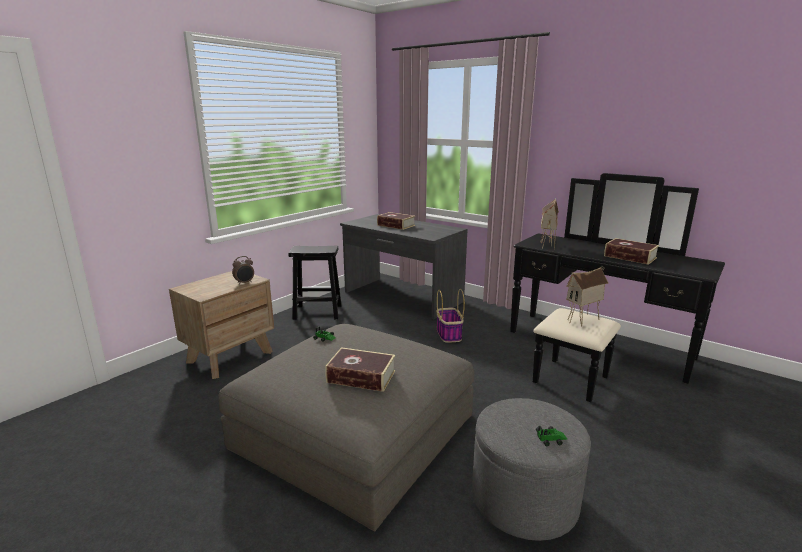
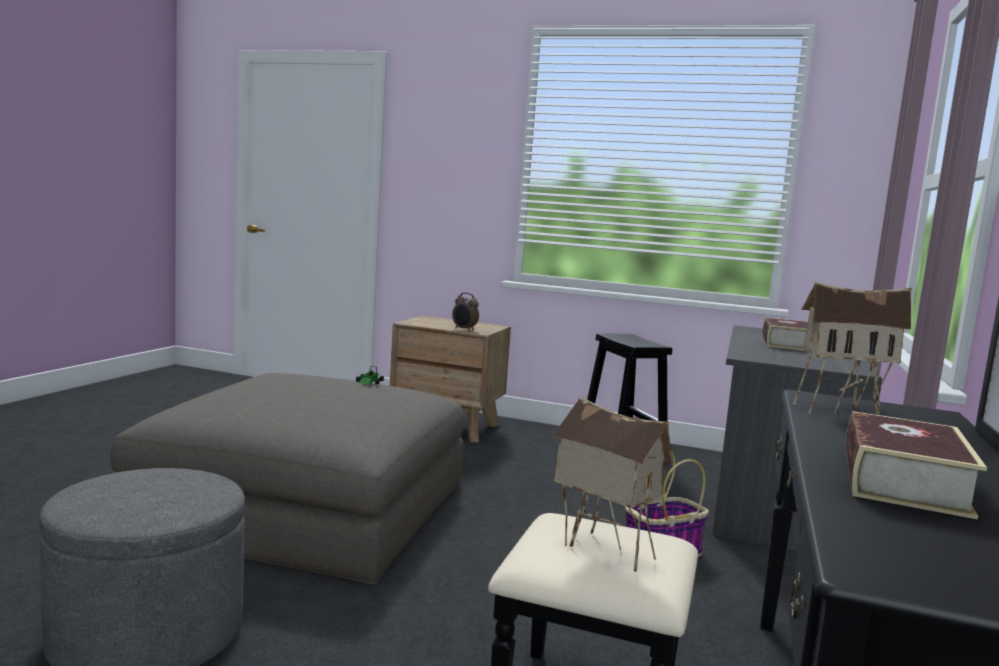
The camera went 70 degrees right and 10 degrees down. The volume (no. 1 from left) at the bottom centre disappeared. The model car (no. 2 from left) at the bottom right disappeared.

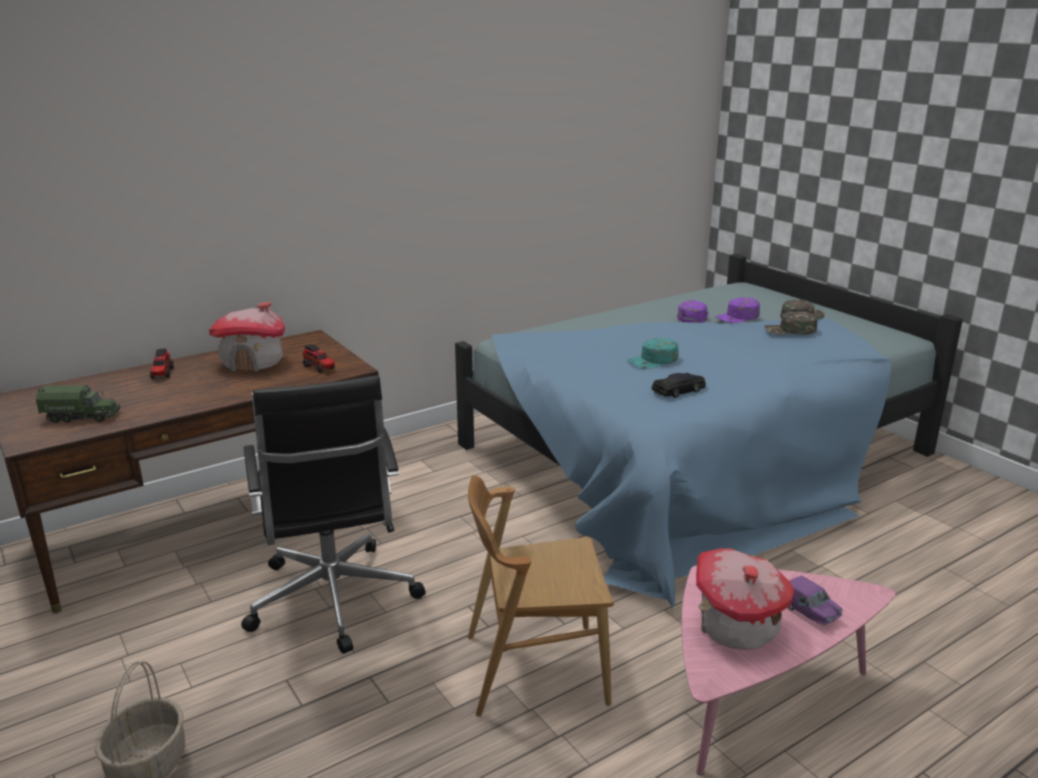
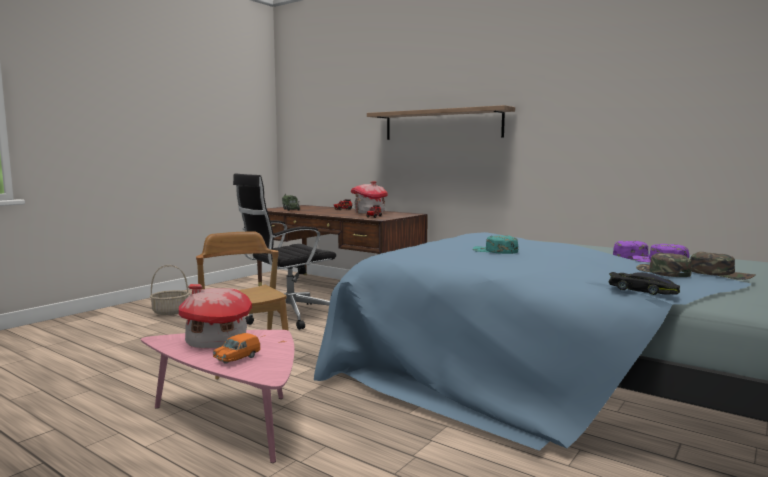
The camera went 70 degrees right and 15 degrees down. The model car (purplish) at the bottom right became the model car (orange-coloured) at the bottom left. The shelf at the top centre appeared. The model car (black-coloured) moved from the centre to the middle right.

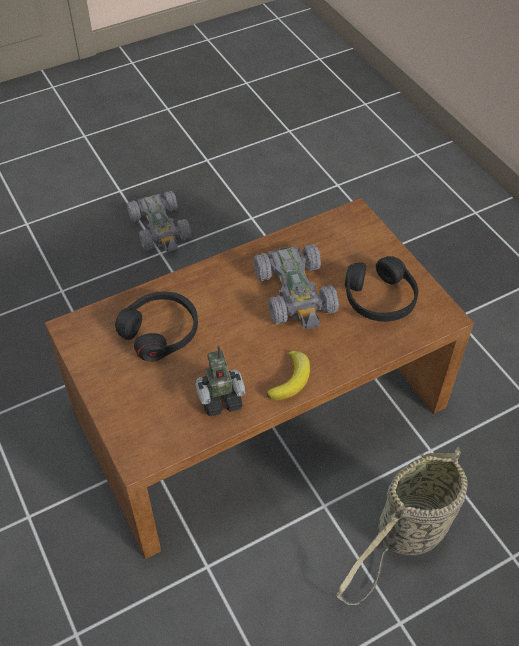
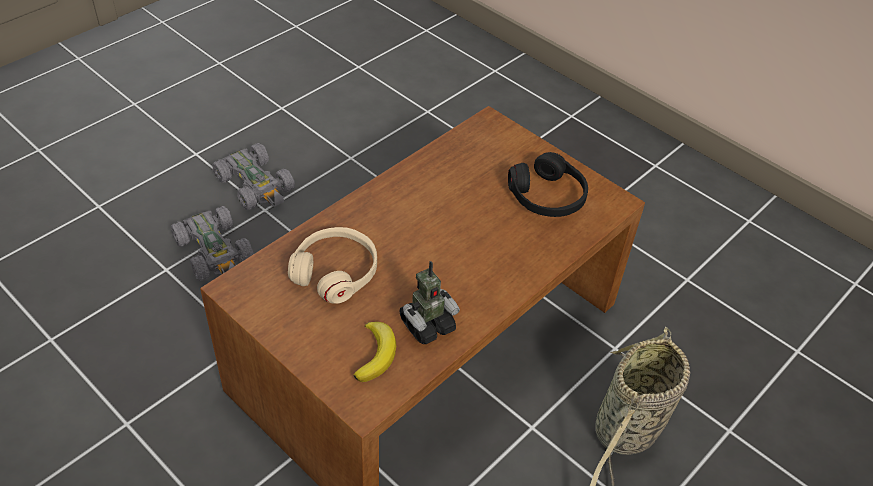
The camera went 20 degrees left and 5 degrees down. The model car (gray) (no. 2 from left in the first image) moved from the centre to the middle left. The pair of headphones (black-coloured) (no. 1 from left) at the middle left became the pair of headphones (sand-coloured) at the centre. The banana fruit moved from the centre to the bottom centre.

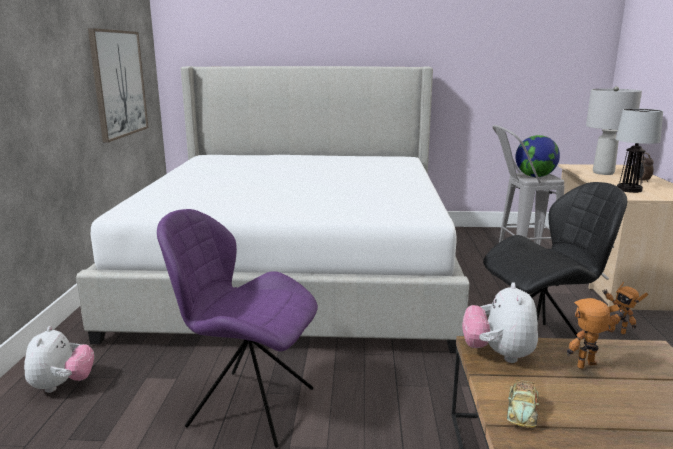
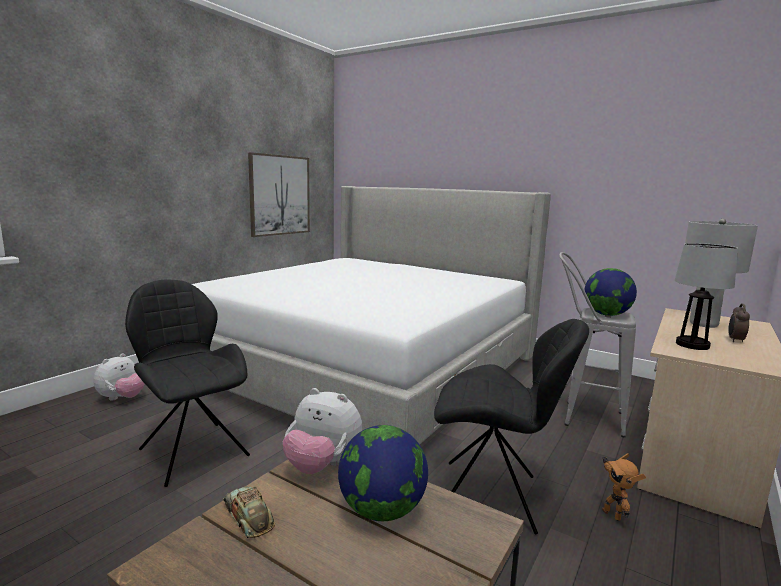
The camera went 30 degrees right and 5 degrees down. The plain chair (purplish) at the bottom centre became the plain chair (black-coloured) (no. 1 from left) at the middle left. The model car at the bottom right turned 90 degrees clockwise. The soft toy (no. 2 from left) at the bottom right turned 105 degrees counterclockwise. The model robot (no. 1 from left) at the bottom right was replaced by the globe (no. 1 from left) at the bottom centre.

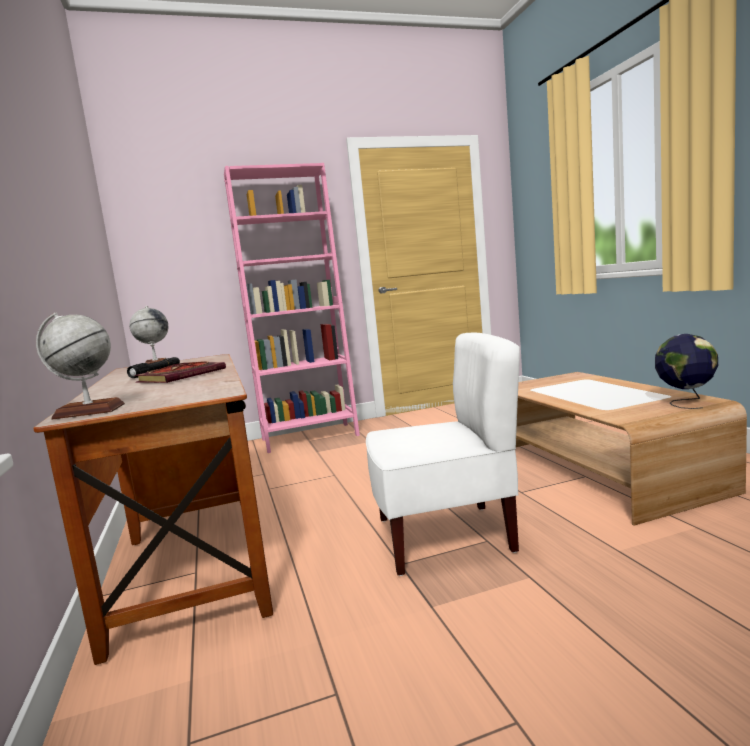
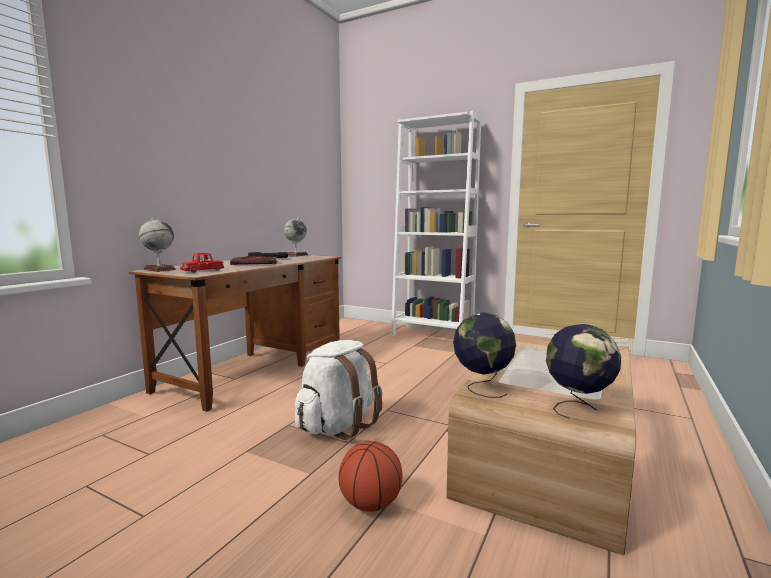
The camera went 45 degrees right and 0 degrees up. The model car (red) at the middle left appeared. The plain chair (whitish) at the centre was replaced by the knapsack (whitish) at the bottom centre. The basketball ball at the bottom centre appeared. The shelving unit (pink-coloured) at the centre became the shelving unit (whitish) at the centre. The globe (no. 3 from left) at the centre appeared.

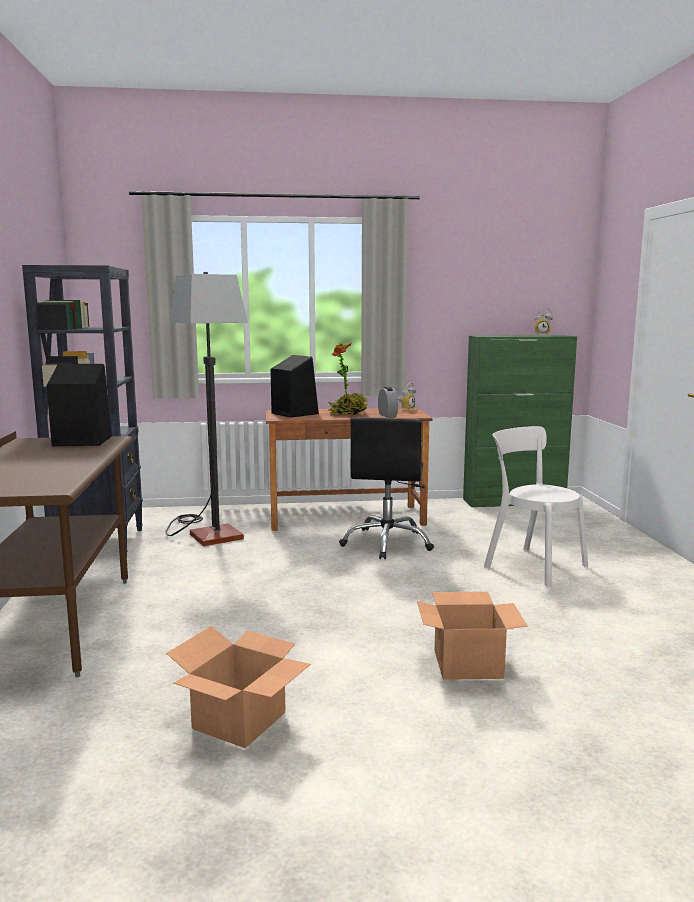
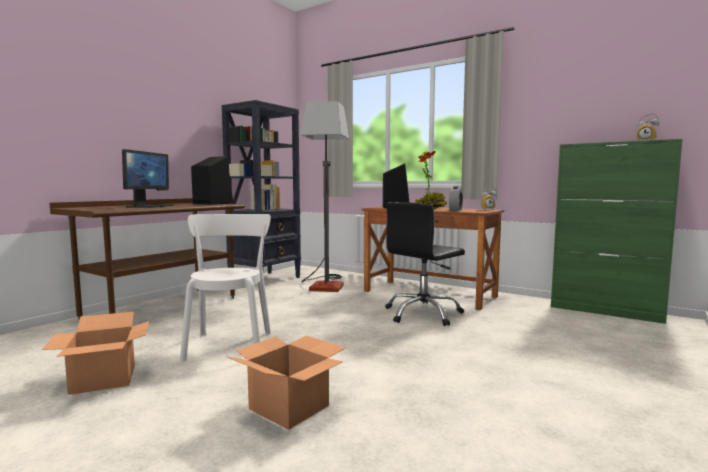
The camera went 40 degrees right and 5 degrees down. The monitor at the middle left appeared. The plain chair (whitish) moved from the middle right to the middle left.

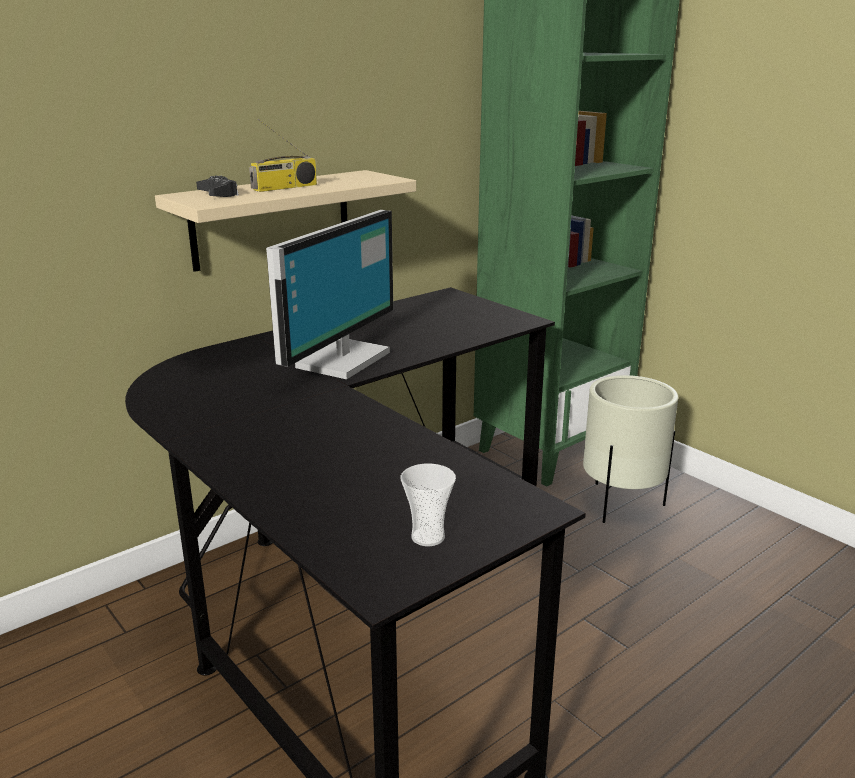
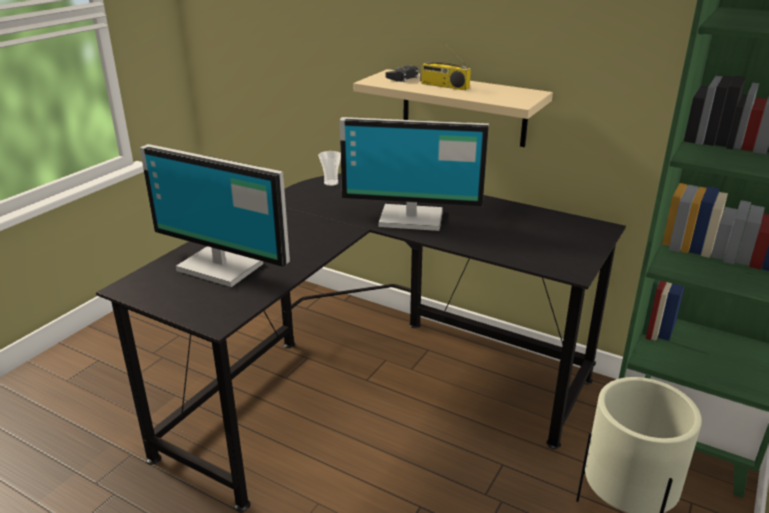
The camera went 70 degrees right and 5 degrees up. The monitor (no. 1 from left) at the middle left appeared. The drinking cup moved from the centre to the top centre.

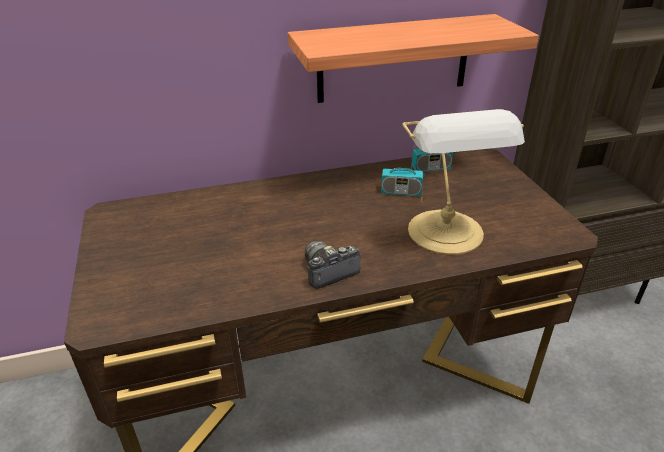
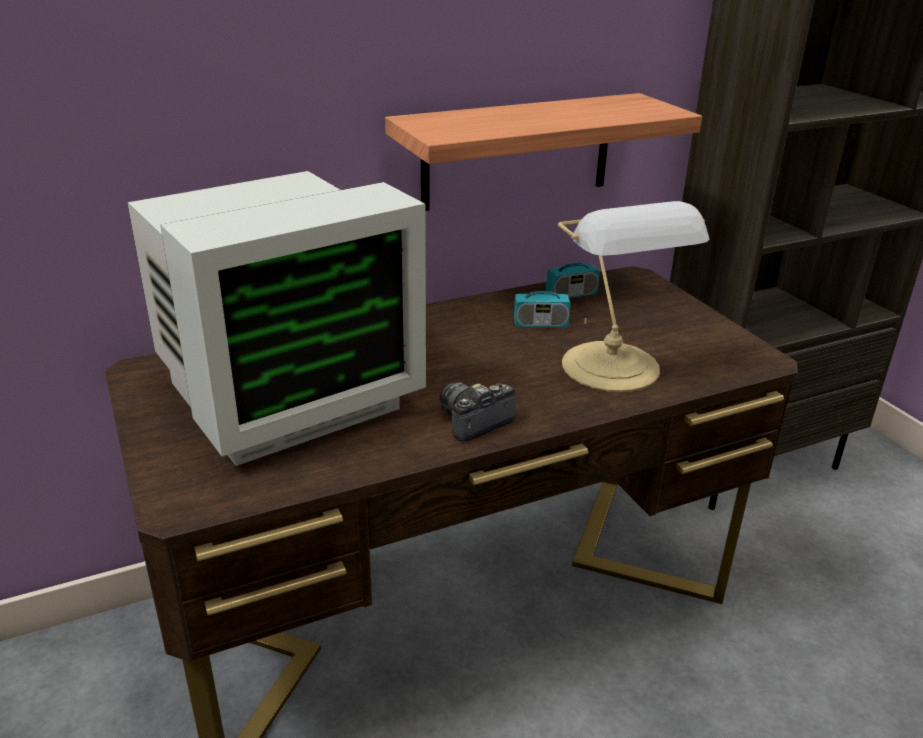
The camera went 10 degrees left and 5 degrees down. The monitor at the middle left appeared.

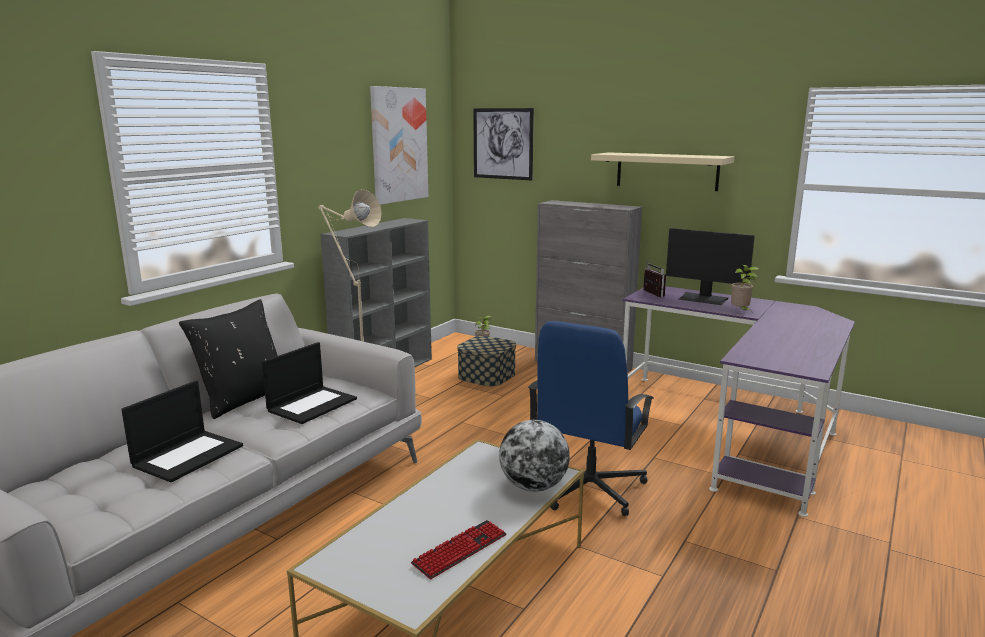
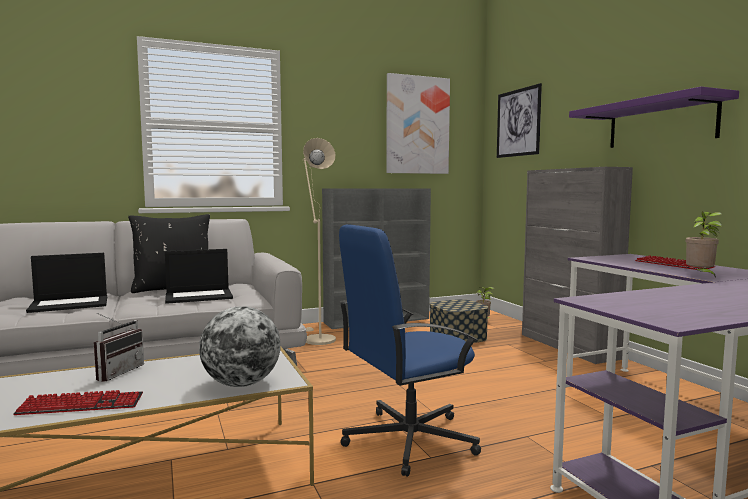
The camera went 35 degrees right and 10 degrees down. The radio moved from the centre to the bottom left. The shelf (sand-coloured) at the top right became the shelf (purplish) at the top right. The monitor at the middle right was replaced by the computer keyboard (no. 2 from left) at the middle right.

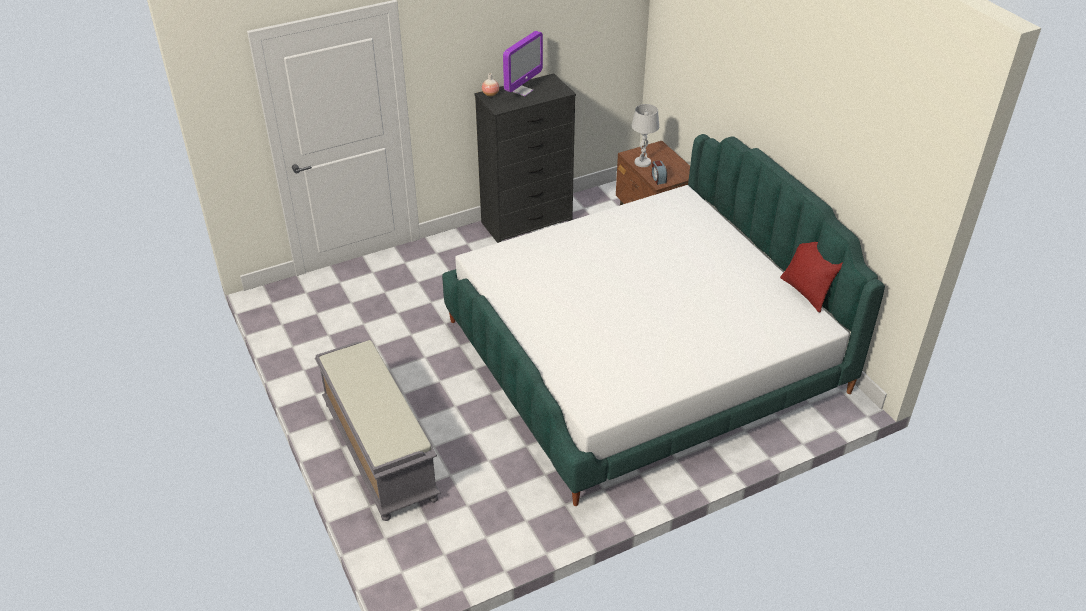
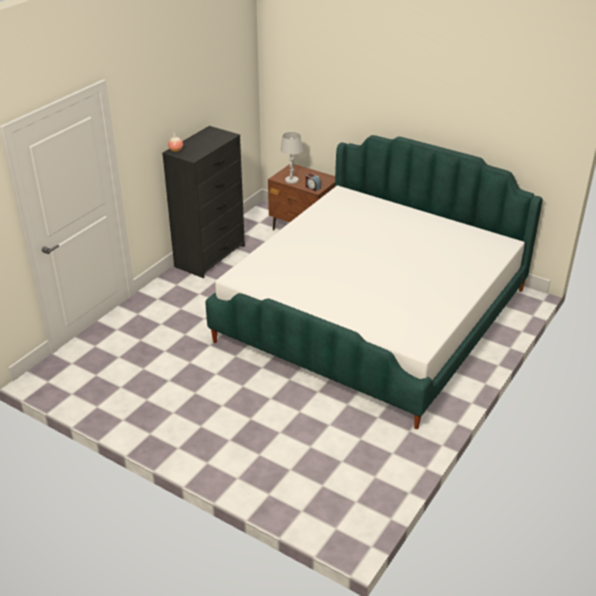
The camera went 30 degrees left and 5 degrees down. The bench (gray) at the bottom centre disappeared. The monitor at the top centre disappeared. The pillow (red) at the middle right disappeared.

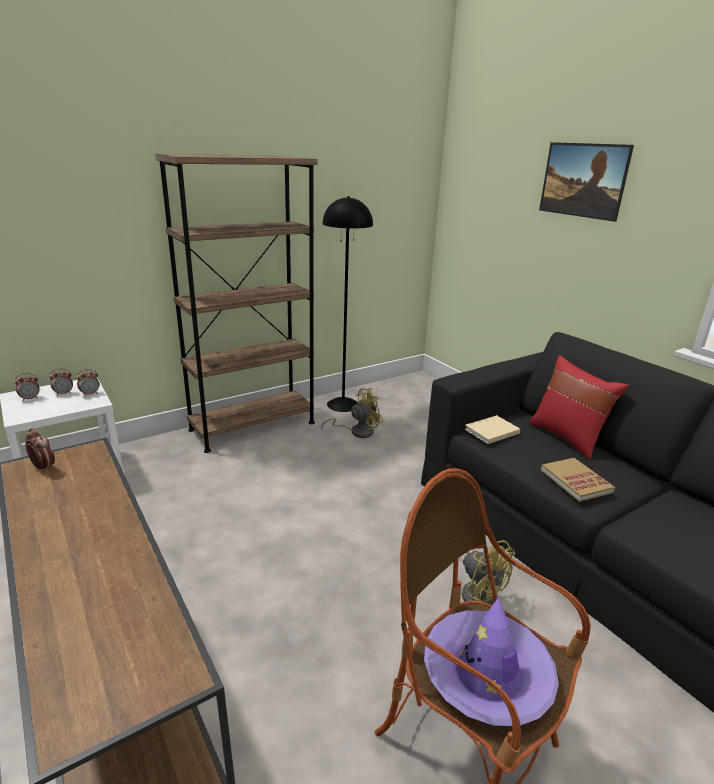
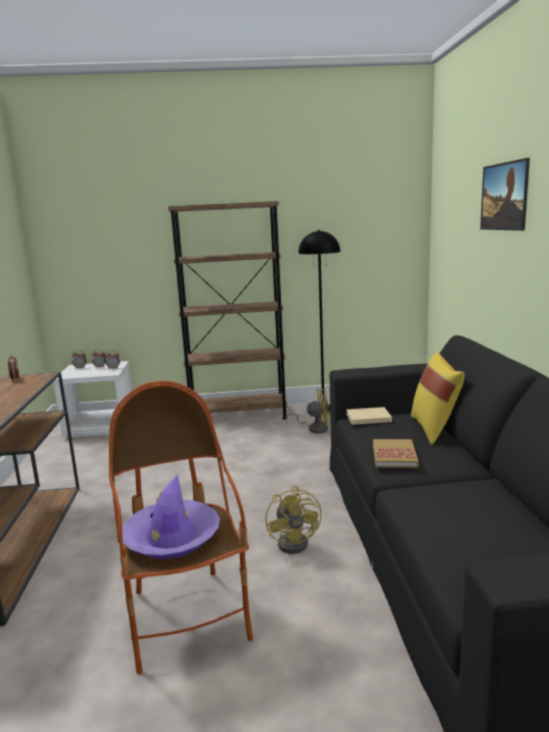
The camera went 30 degrees right and 10 degrees down. The pillow (red) at the middle right became the pillow (yellowish) at the middle right.

